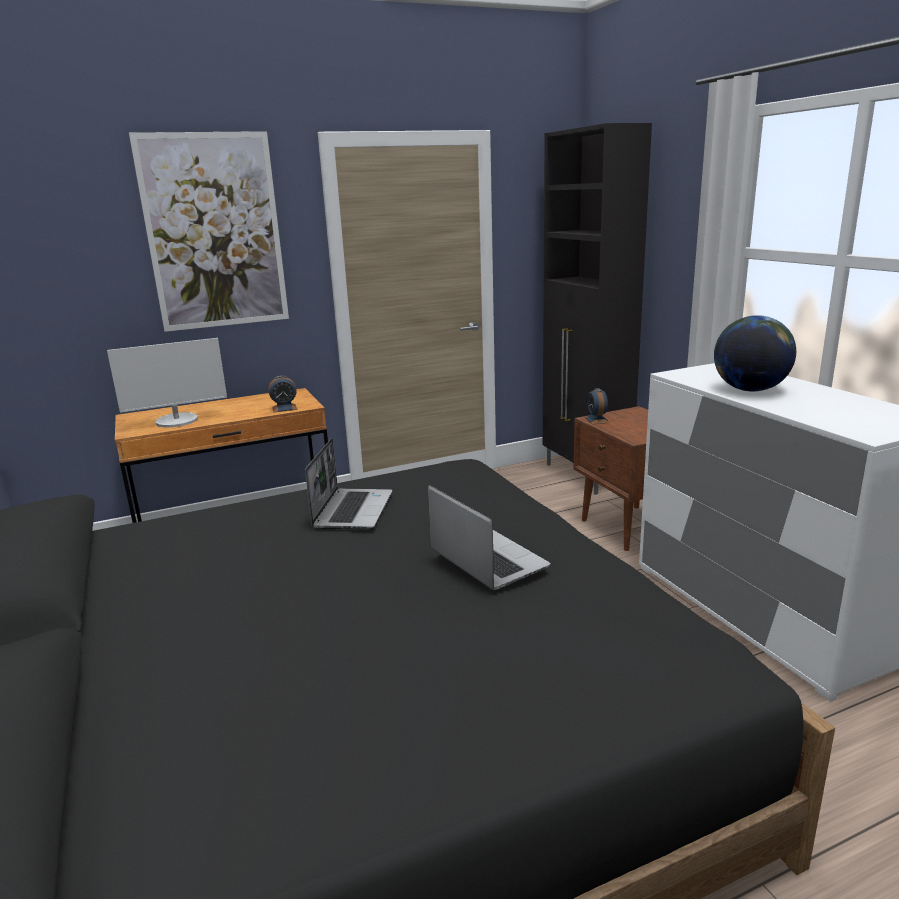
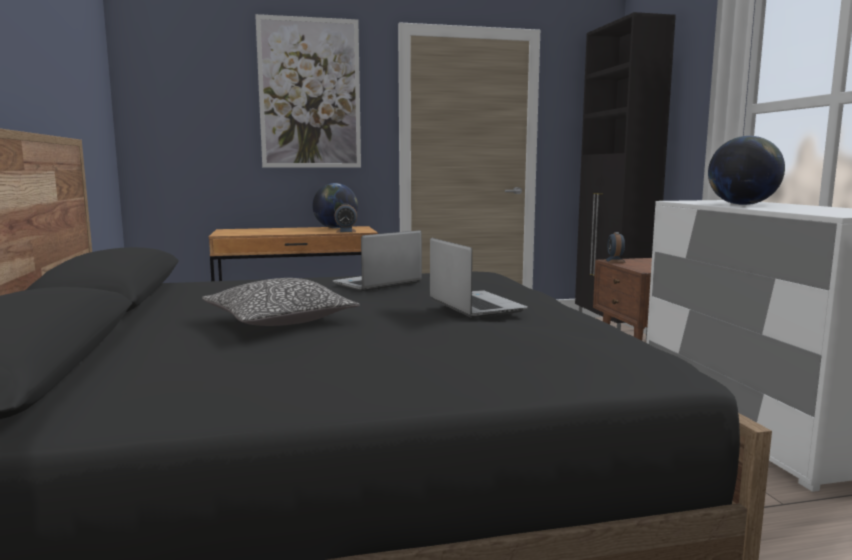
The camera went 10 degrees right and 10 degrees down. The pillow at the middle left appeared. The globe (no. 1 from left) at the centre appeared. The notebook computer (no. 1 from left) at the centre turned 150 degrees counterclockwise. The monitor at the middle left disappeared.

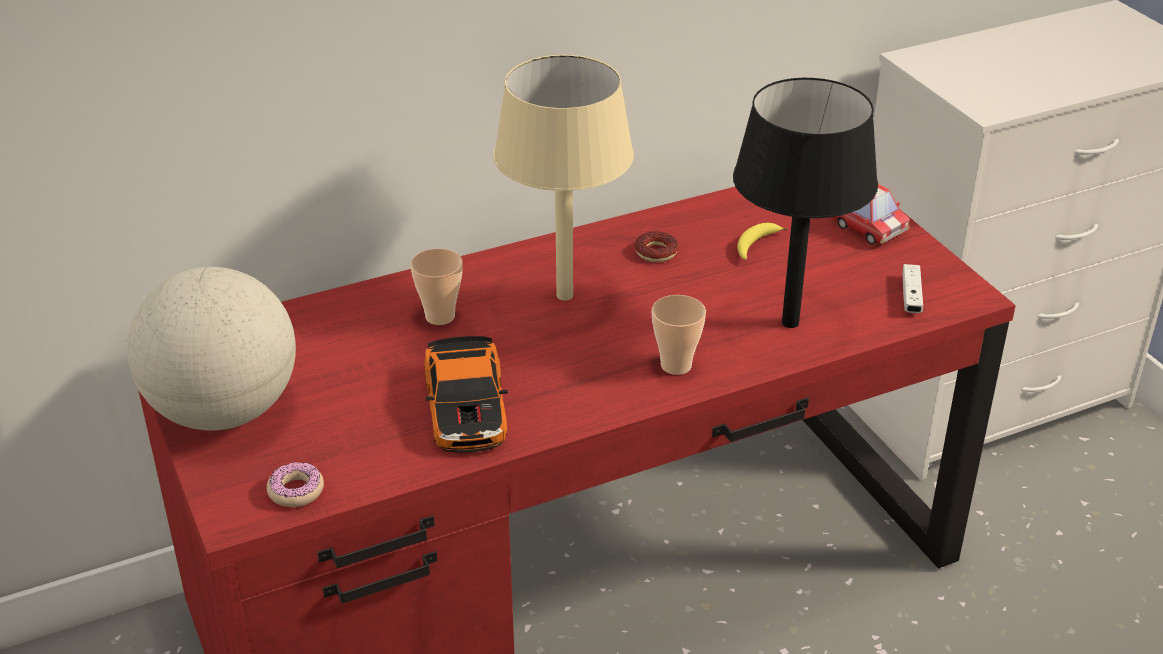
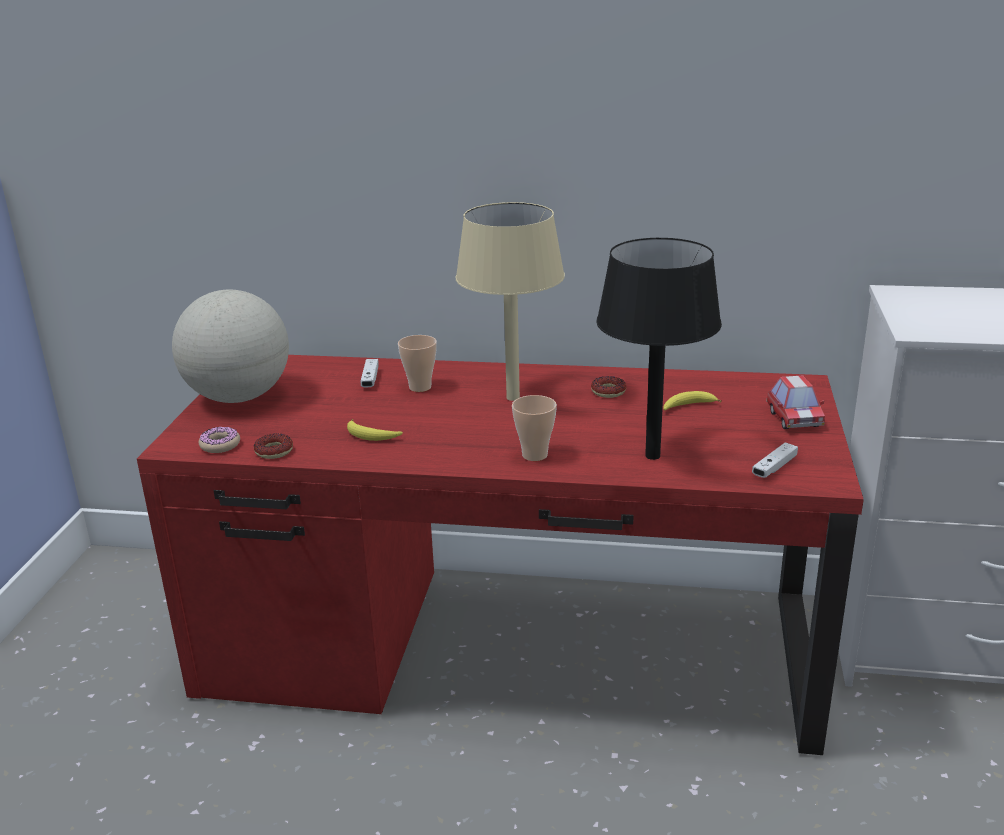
The camera went 35 degrees right and 10 degrees down. The donut (no. 2 from left) at the middle left appeared. The model car (no. 1 from left) at the centre was replaced by the banana fruit (no. 1 from left) at the centre. The joypad (whitish) (no. 1 from left) at the centre appeared.

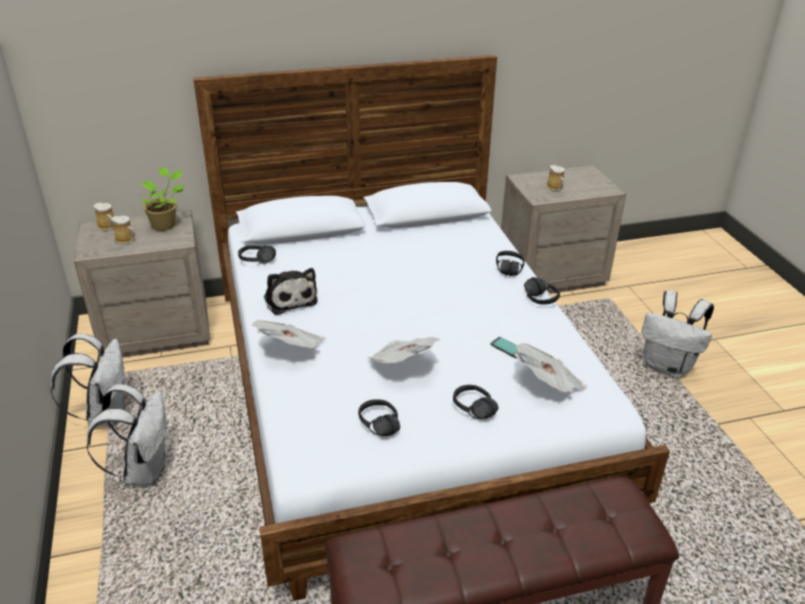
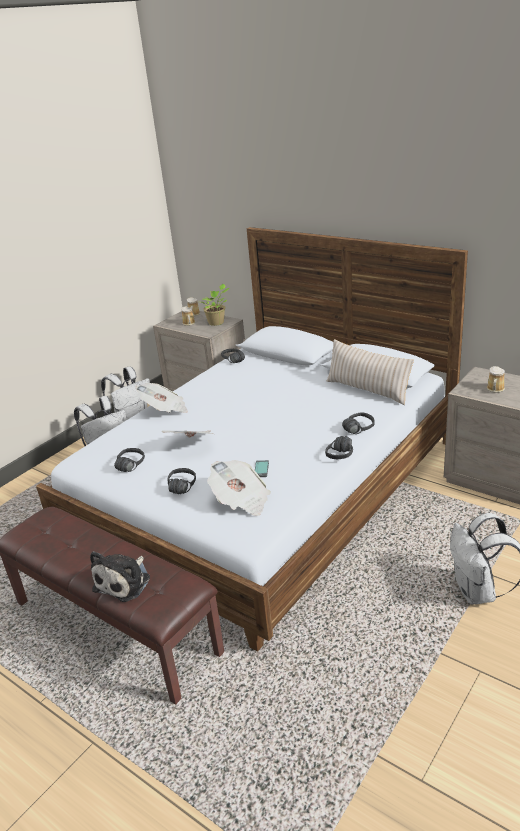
The camera went 55 degrees right and 5 degrees down. The soft toy moved from the centre to the bottom left. The pillow (sand-coloured) at the middle right appeared.

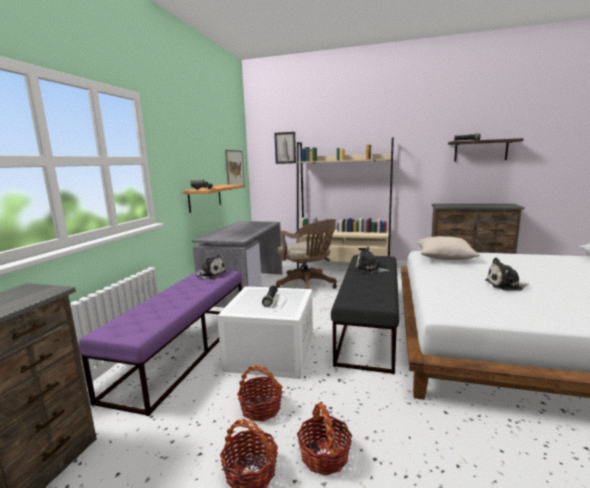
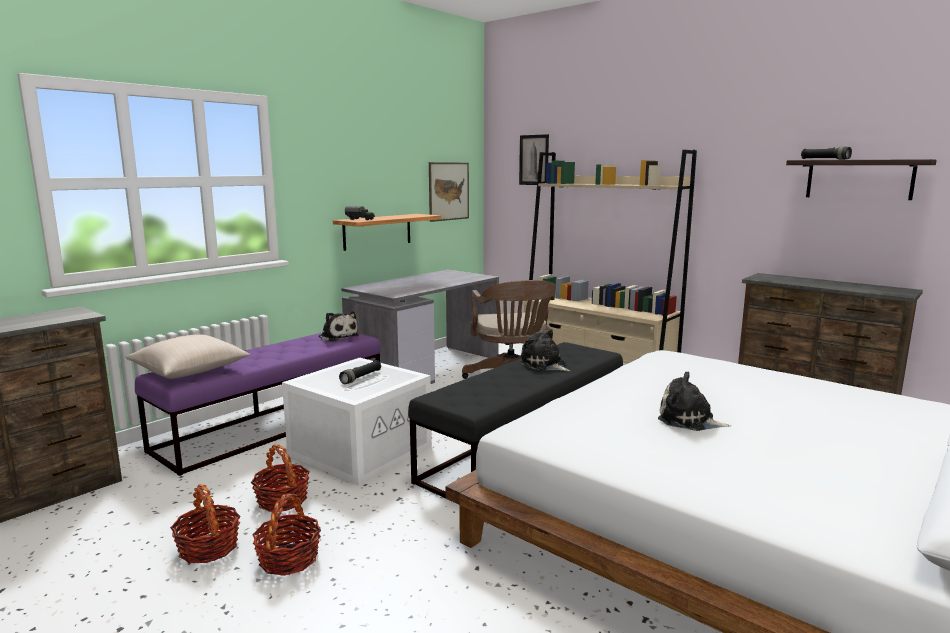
The camera went 25 degrees right and 0 degrees up. The pillow (sand-coloured) moved from the middle right to the middle left.

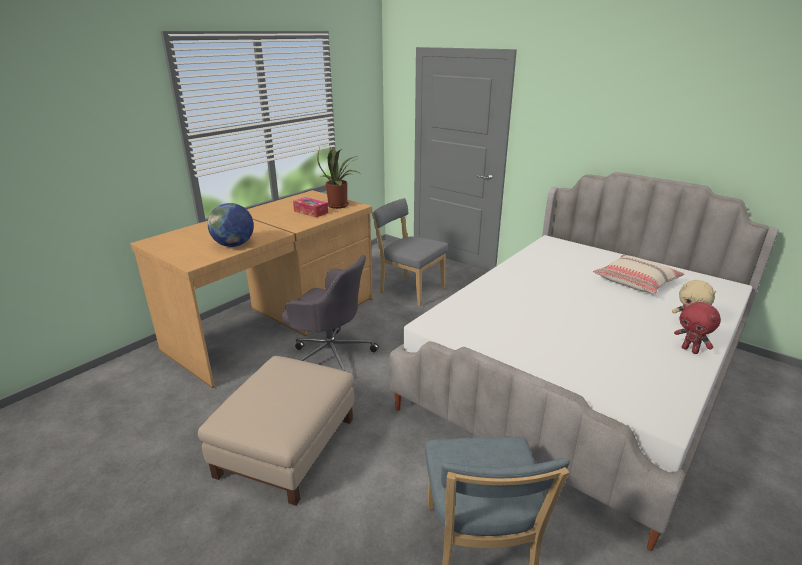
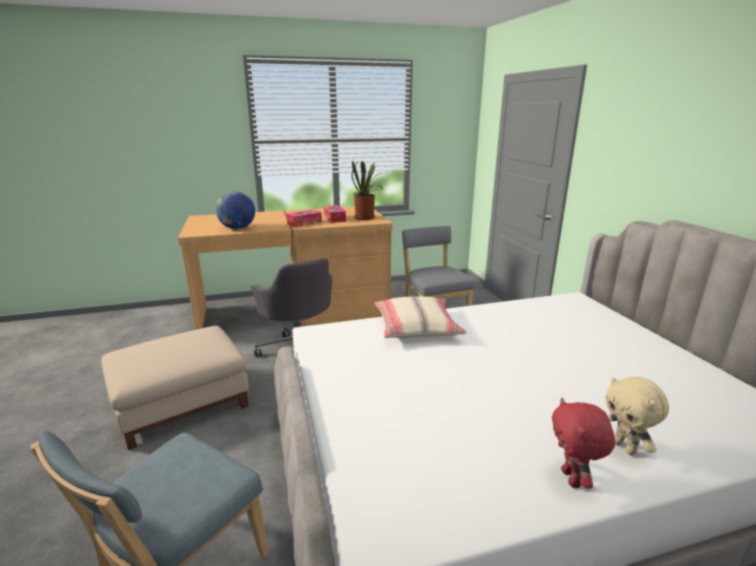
The camera went 35 degrees right and 5 degrees down. The tissue holder (no. 1 from left) at the centre appeared. The pillow (sand-coloured) moved from the middle right to the centre.

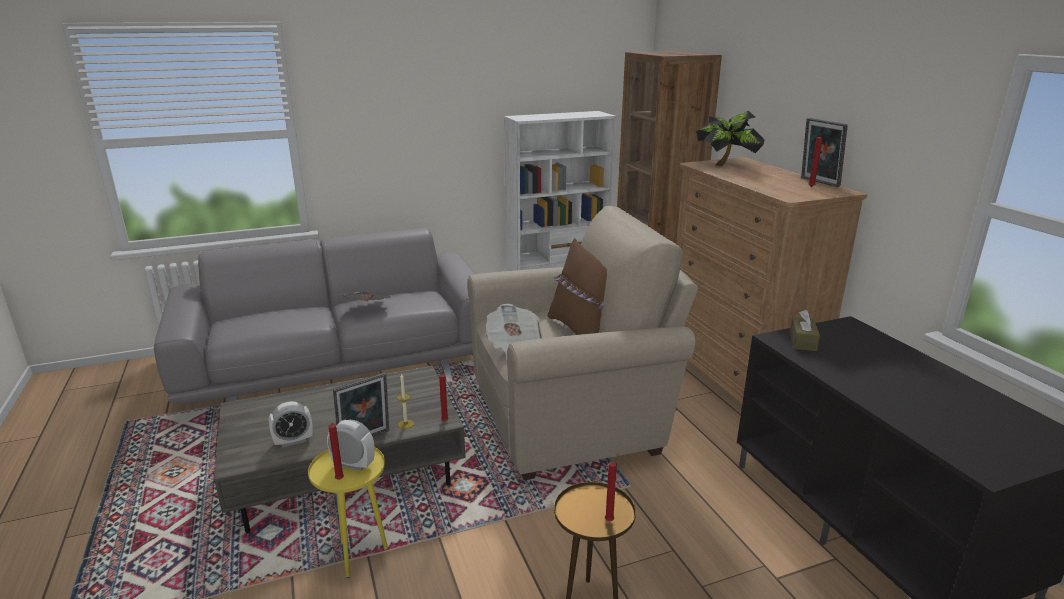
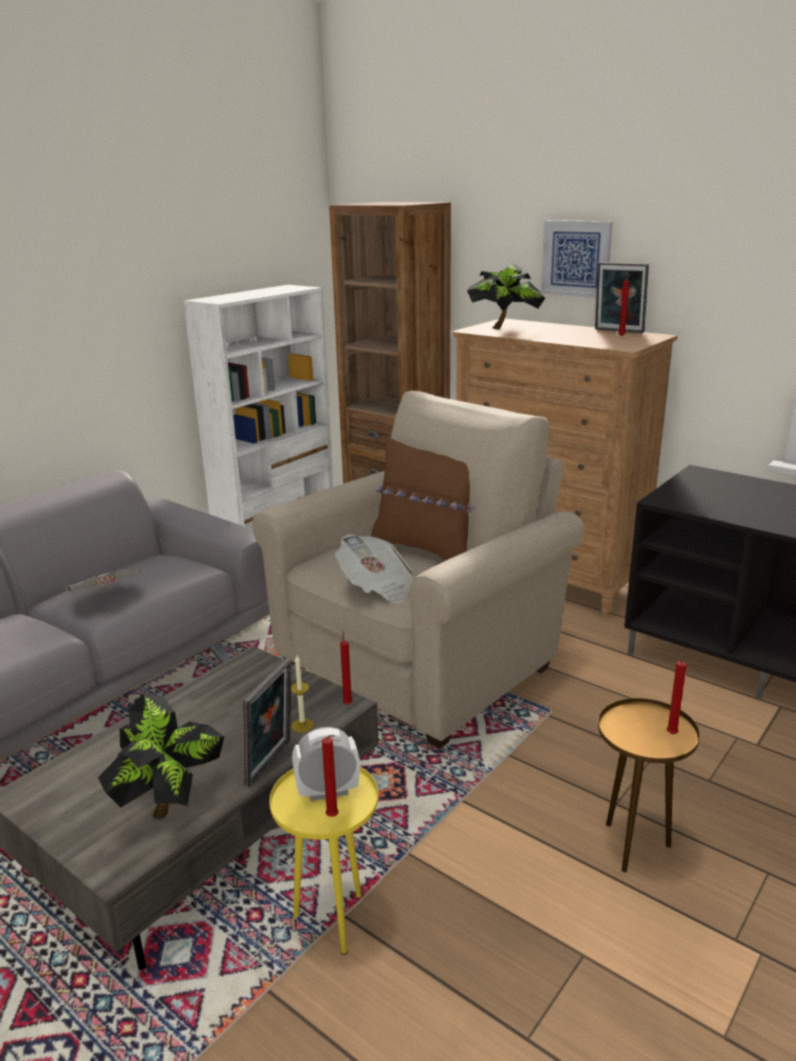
The camera went 30 degrees left and 0 degrees up. The alarm clock (no. 1 from left) at the bottom left was replaced by the houseplant (no. 1 from left) at the bottom left. The wall picture at the top right appeared. The tissue holder (brownish) at the middle right disappeared.

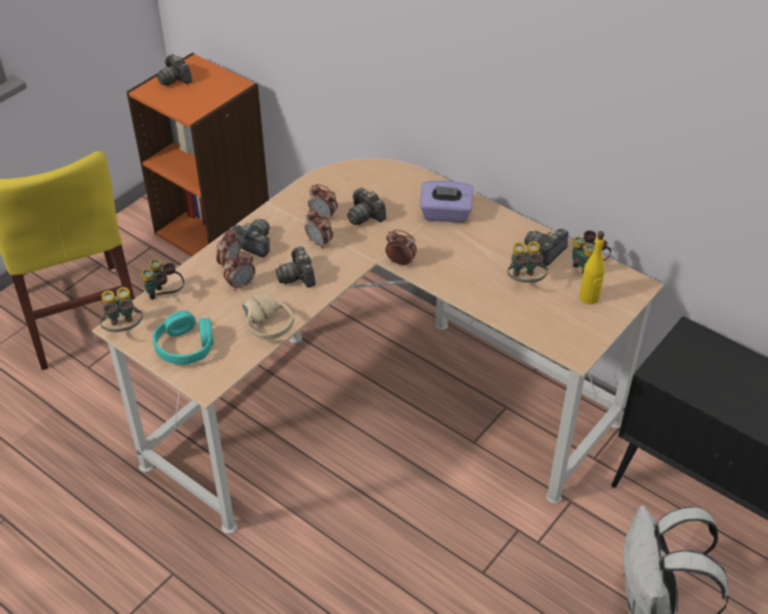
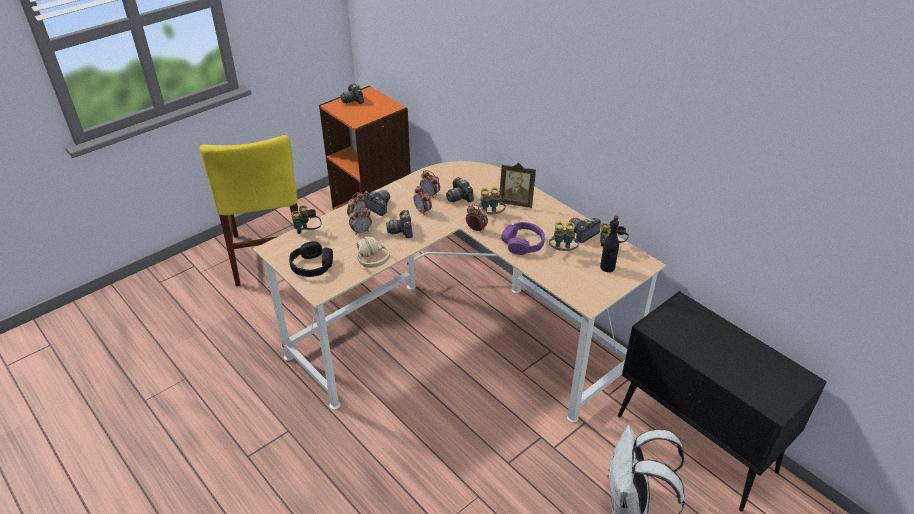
The camera went 10 degrees right and 5 degrees down. The pair of headphones (turquoise-coloured) at the middle left became the pair of headphones (black-coloured) at the centre. The pair of binoculars (no. 1 from left in the first image) moved from the middle left to the centre. The tissue holder (purplish) at the top centre was replaced by the photo frame at the centre. The pair of headphones (purplish) at the centre appeared. The bottle (yellowish) at the middle right became the bottle (black-coloured) at the centre.

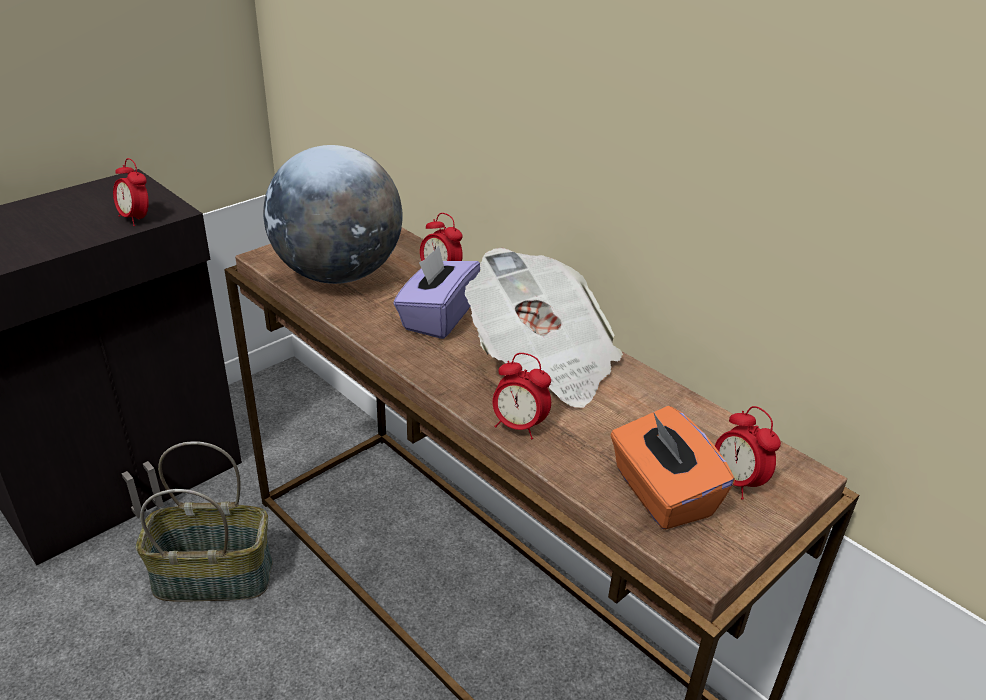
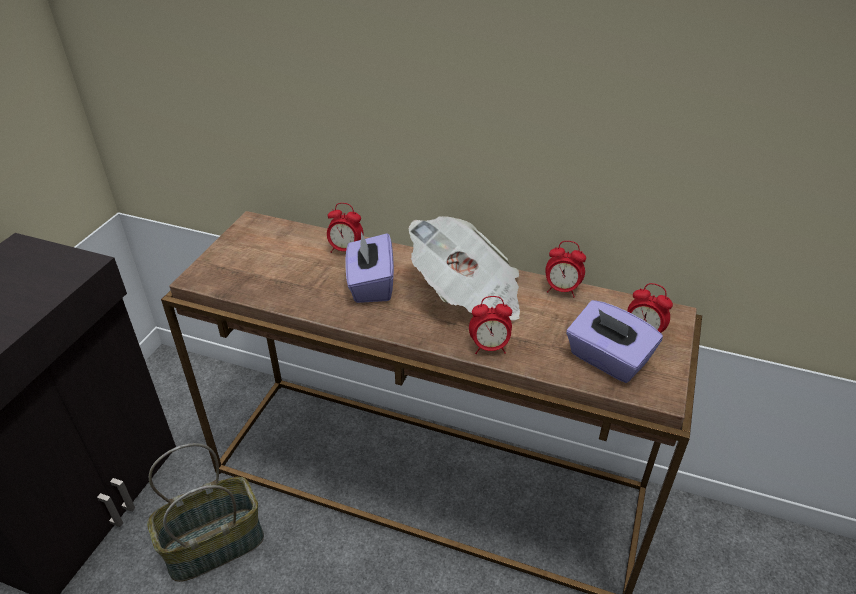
The camera went 25 degrees left and 5 degrees up. The alarm clock (no. 1 from left in the first image) moved from the top left to the centre. The tissue holder (orange-coloured) at the bottom right became the tissue holder (purplish) (no. 2 from left) at the middle right. The globe at the top centre disappeared.

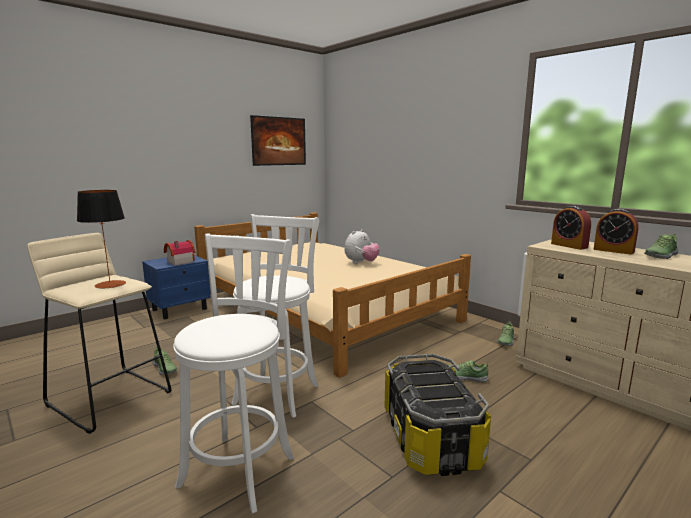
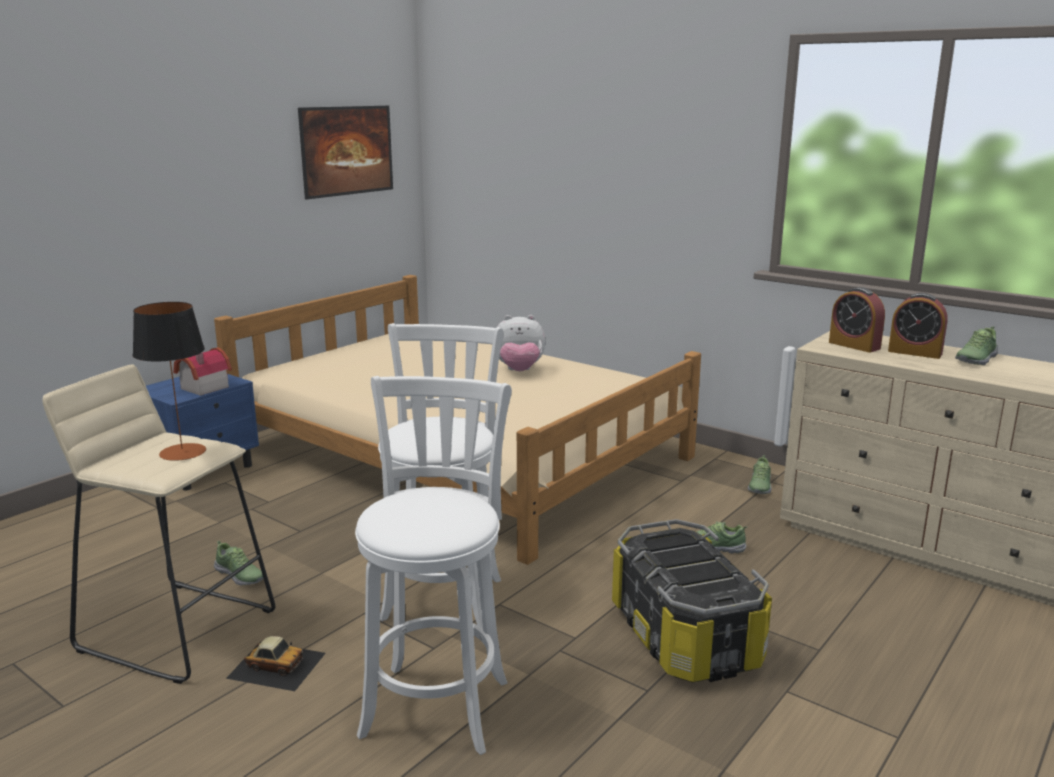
The camera went 10 degrees left and 5 degrees up. The model car at the bottom left appeared. The soft toy at the centre turned 60 degrees clockwise.

